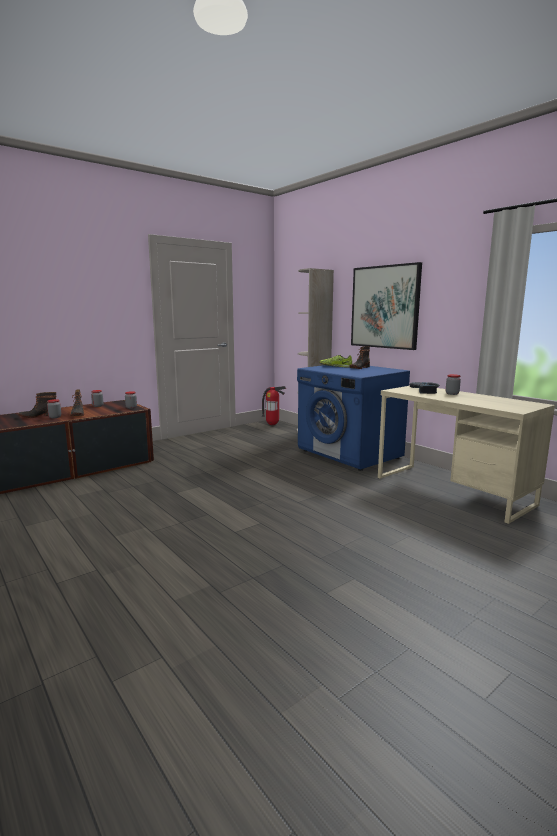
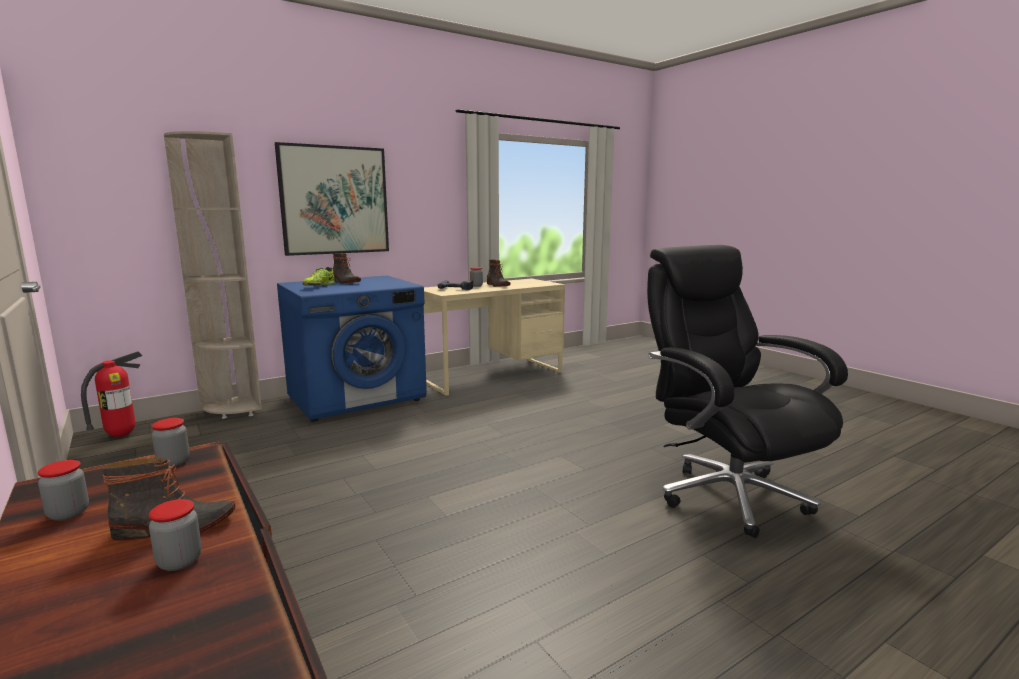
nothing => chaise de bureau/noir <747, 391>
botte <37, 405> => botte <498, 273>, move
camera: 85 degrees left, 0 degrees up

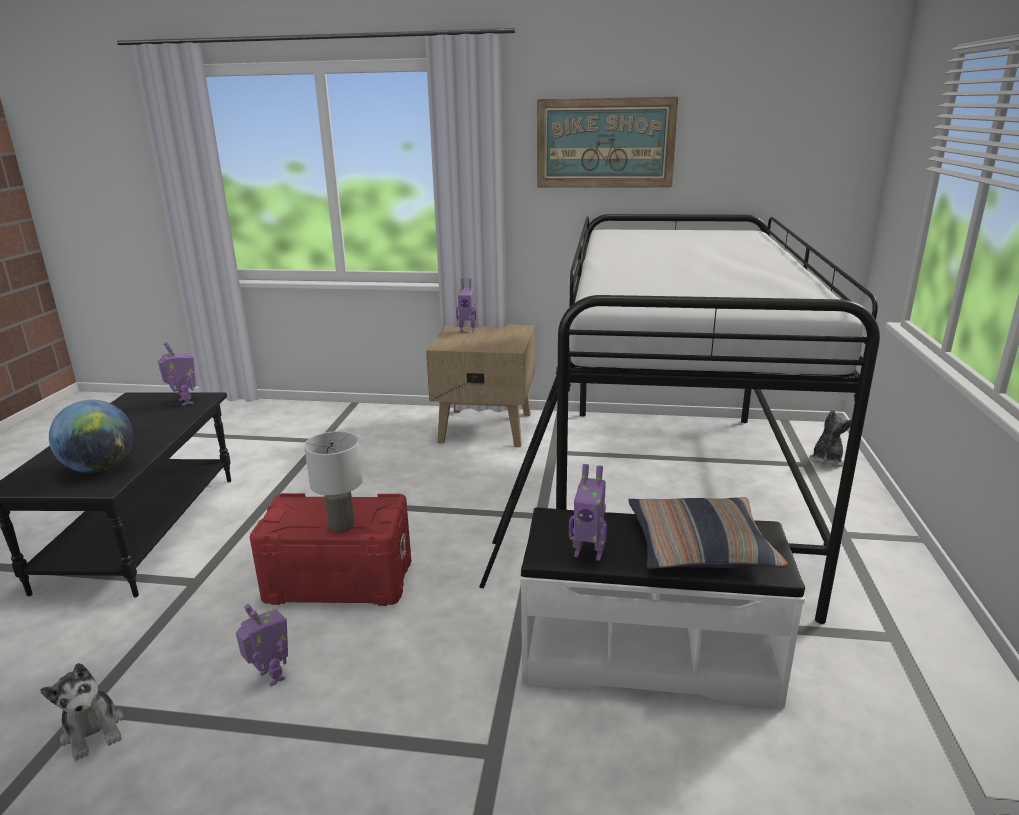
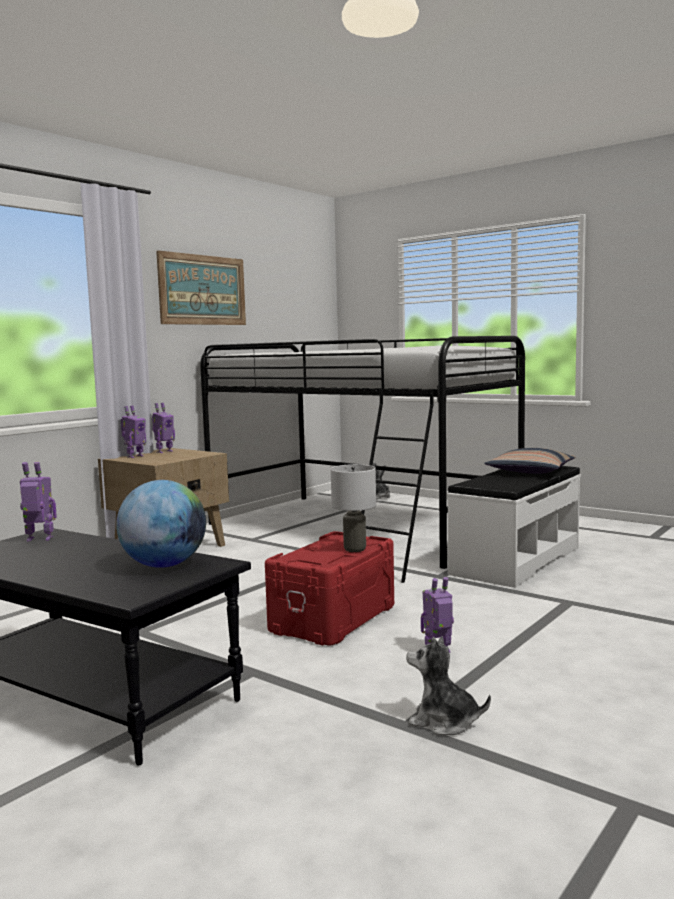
robot jouet <588, 512> => robot jouet <163, 428>, move
peluche <82, 712> => peluche <448, 685>, 150 degrees counterclockwise
camera: 60 degrees left, 15 degrees down

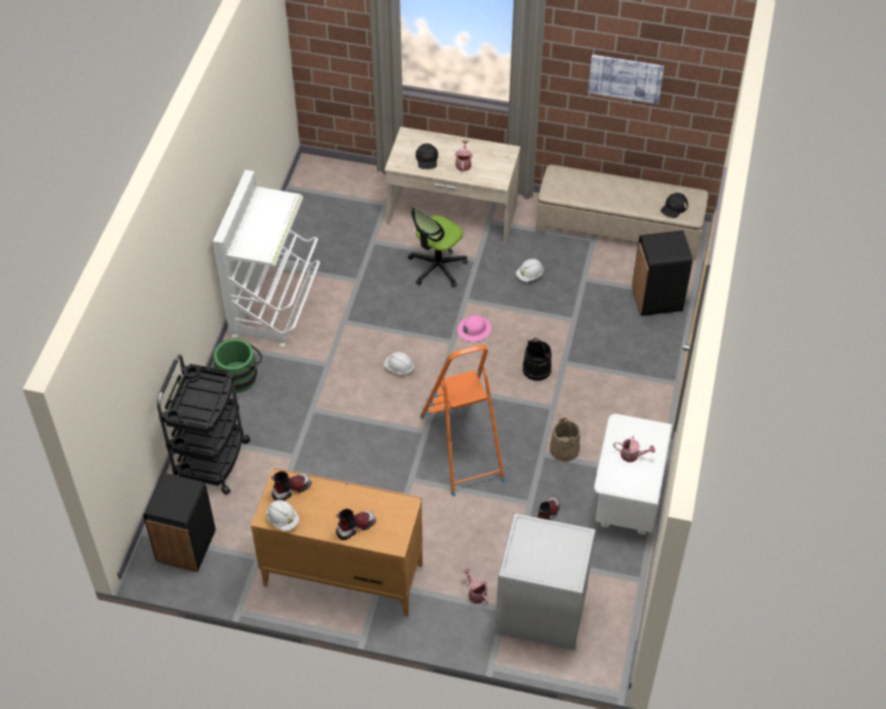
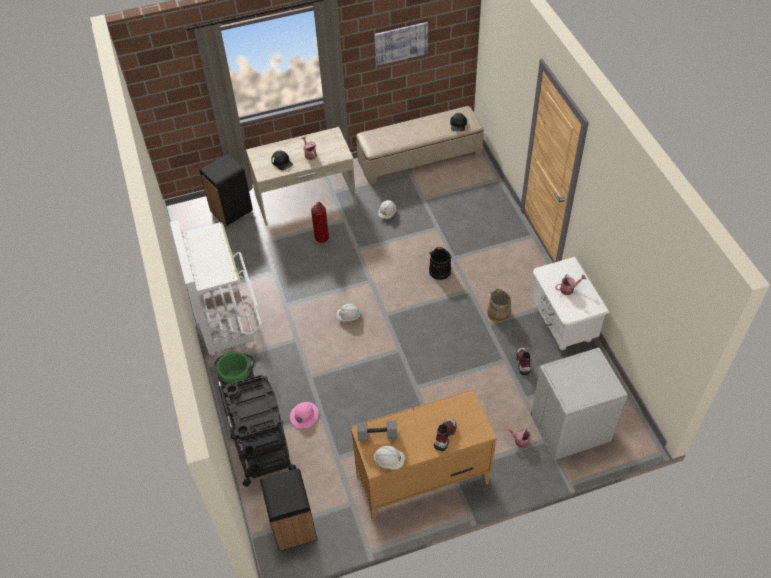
escabeau/orange <462, 420> => nothing
casque de chantier/rose <474, 328> => casque de chantier/rose <304, 415>, move
poubelle/noir <662, 273> => poubelle/noir <226, 190>, move
botte <291, 486> => haltère/gris <377, 430>
chaise de bureau <438, 246> => extincteur <320, 222>
camera: 30 degrees left, 0 degrees up

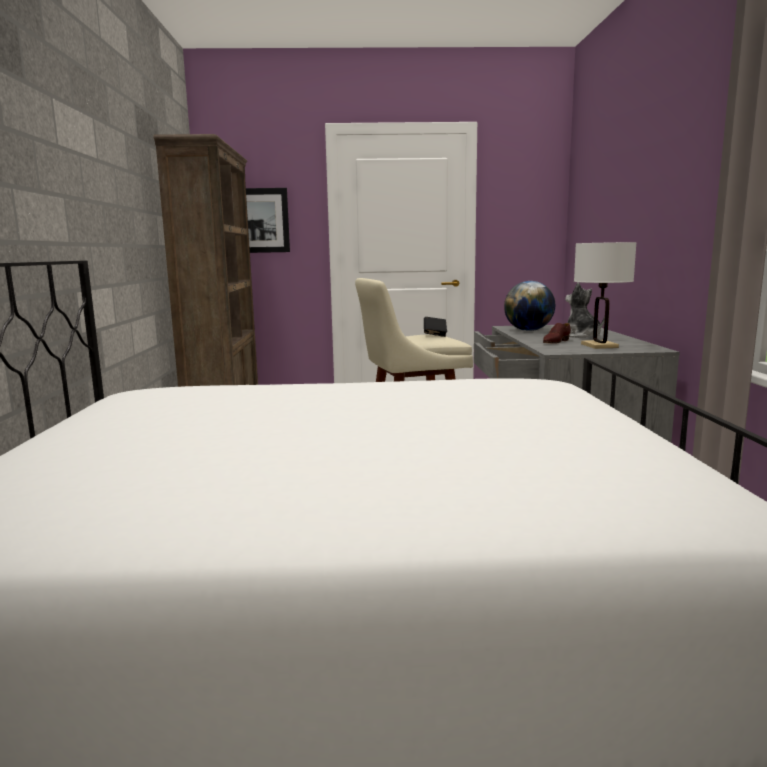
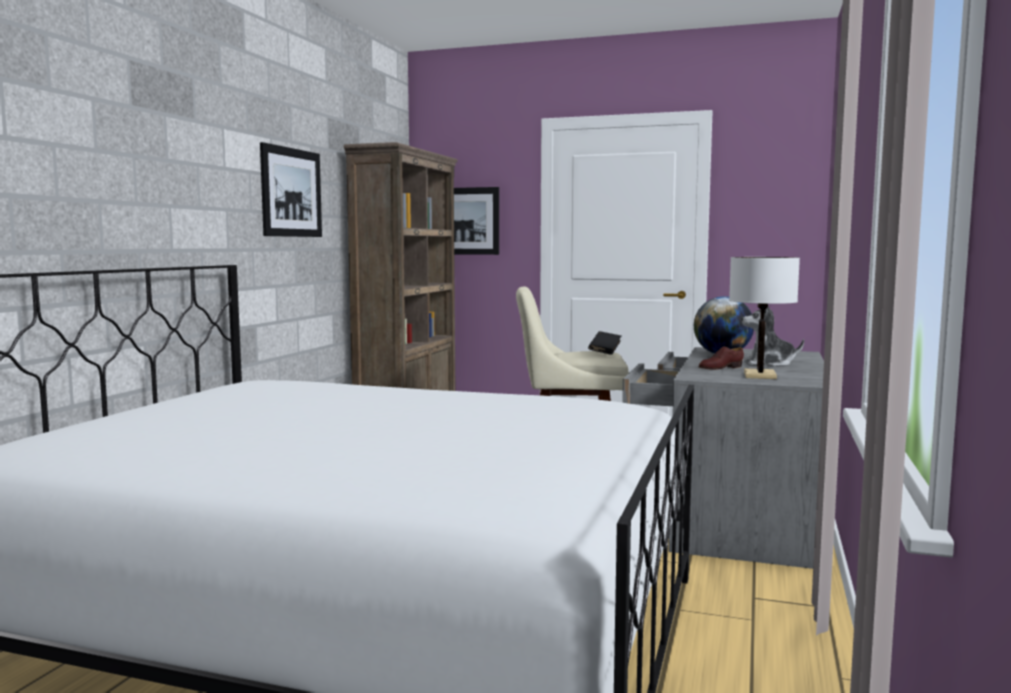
nothing => tableau <291, 189>
peluche <585, 310> => peluche <773, 337>, 75 degrees counterclockwise
camera: 20 degrees right, 5 degrees down

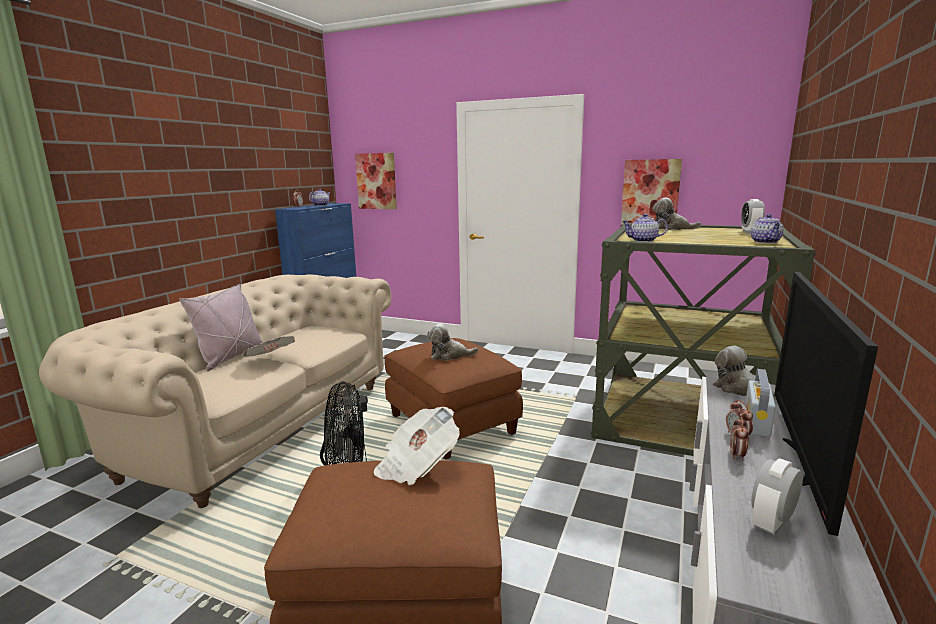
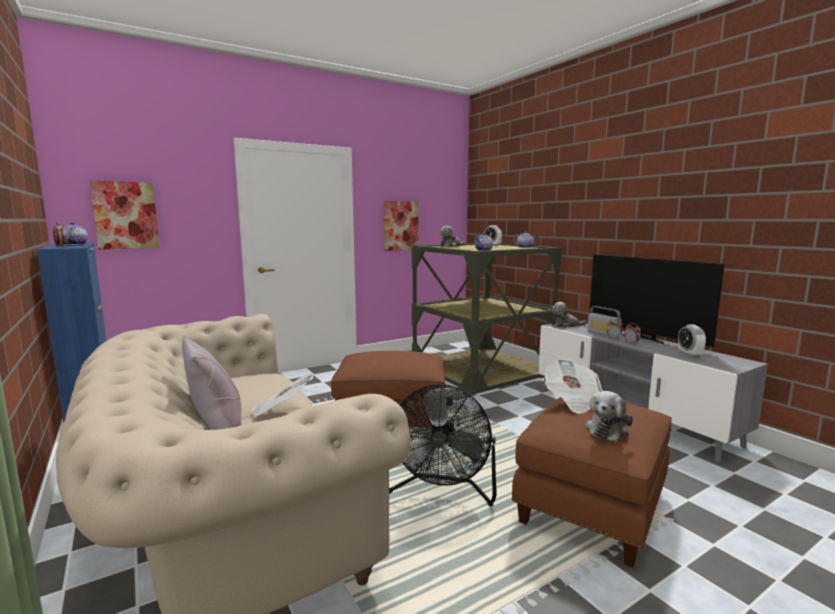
peluche <452, 342> => peluche <609, 416>, move
camera: 55 degrees left, 5 degrees down

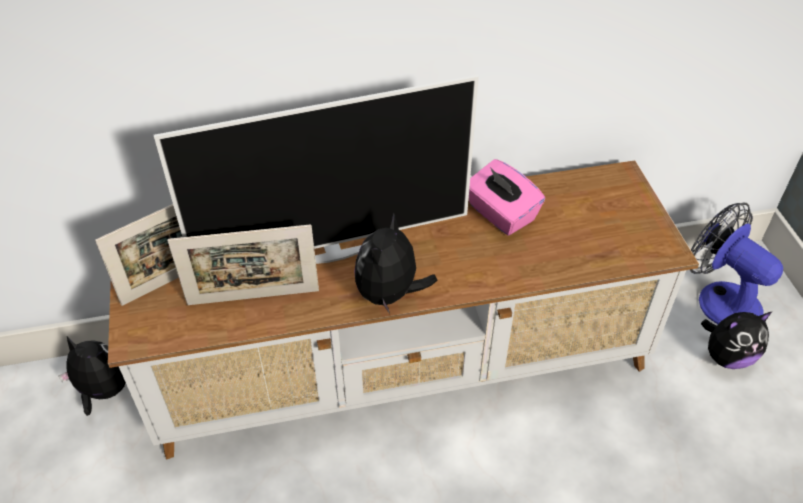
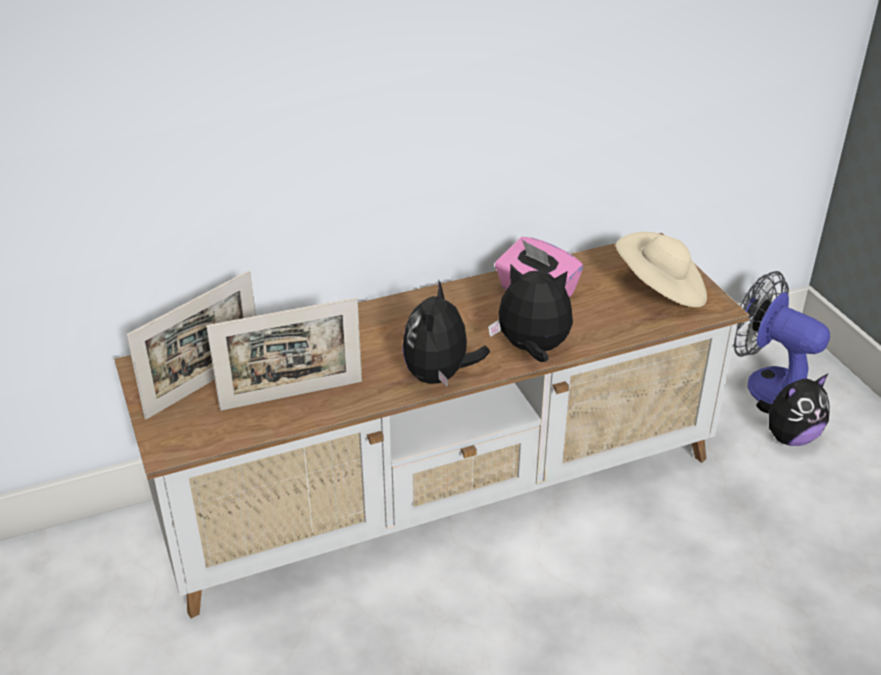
téléviseur <316, 169> => nothing
nothing => chapeau/beige <661, 269>
peluche <92, 376> => peluche <530, 313>, move
camera: 10 degrees left, 10 degrees down

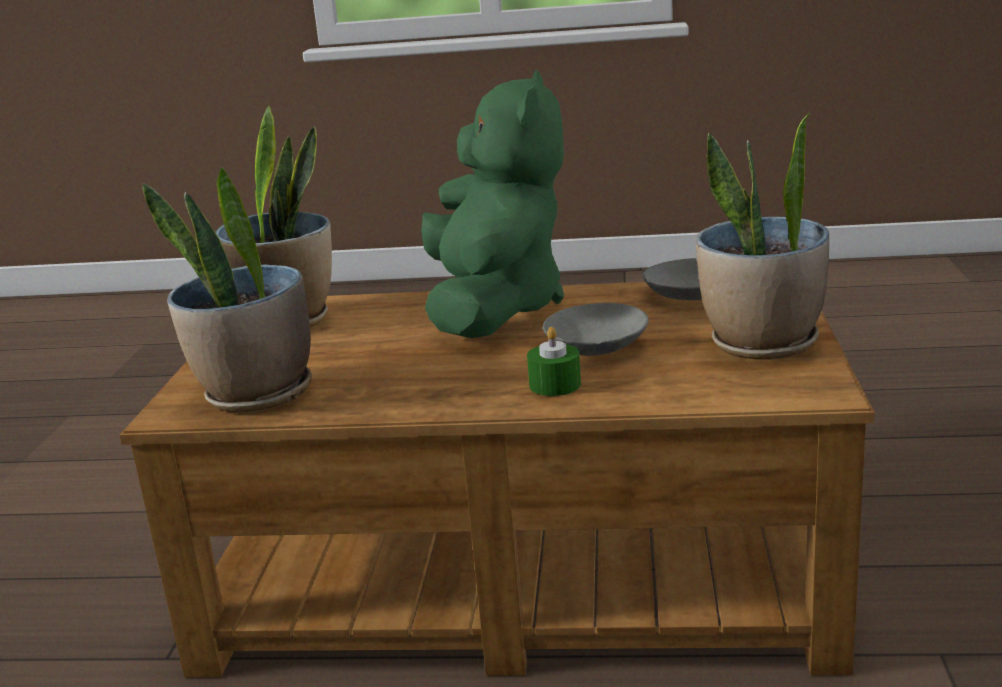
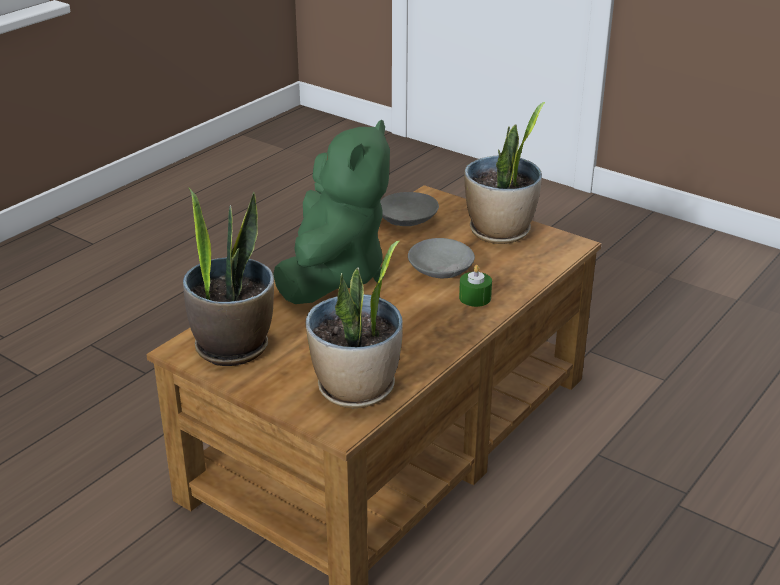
peluche/vert <492, 204> => peluche/vert <331, 211>, 75 degrees clockwise
camera: 60 degrees left, 10 degrees up

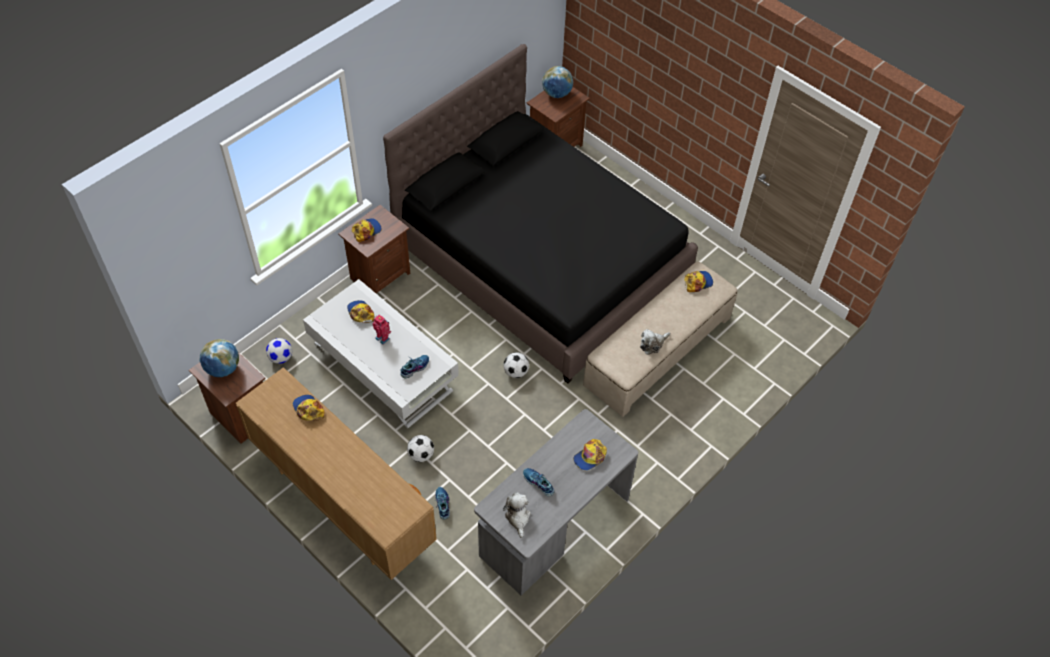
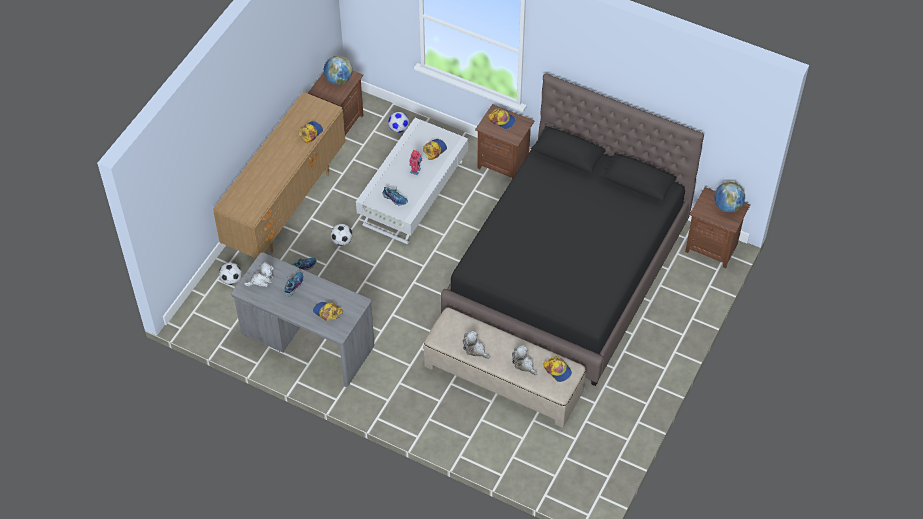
nothing => peluche <524, 360>
ballon de foot <516, 365> => ballon de foot <230, 273>, move
camera: 75 degrees right, 0 degrees up

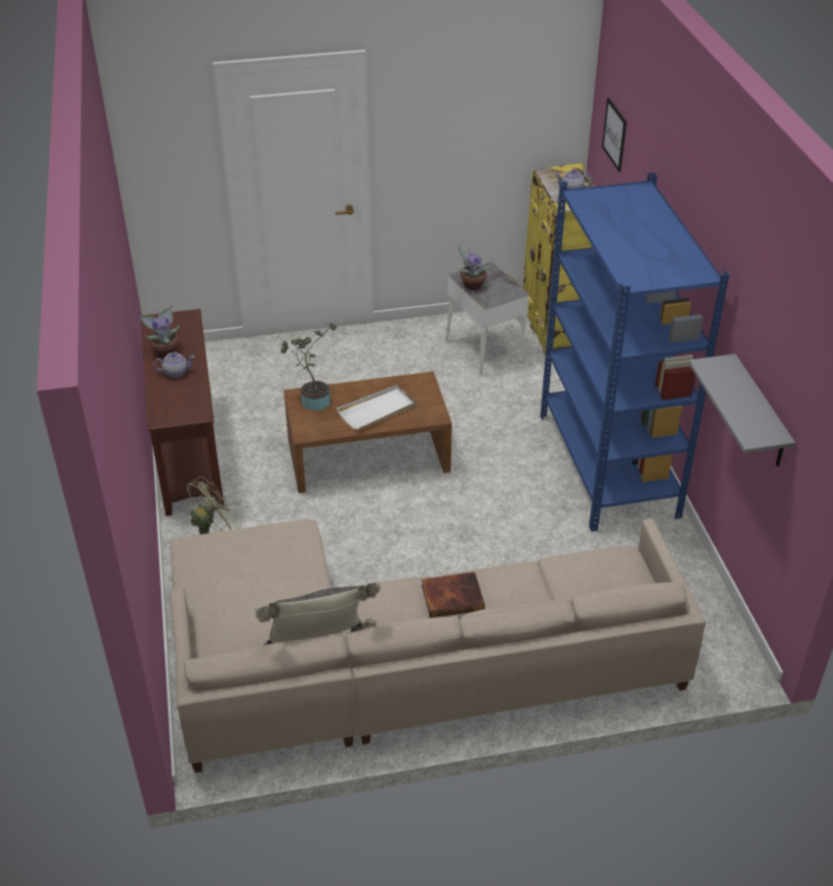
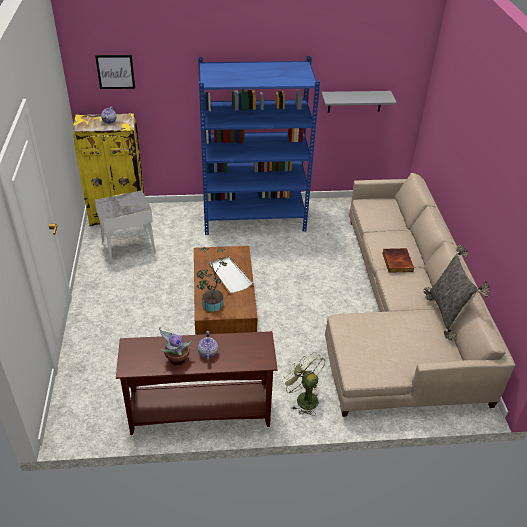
plante en pot <474, 267> => nothing
camera: 85 degrees left, 0 degrees up

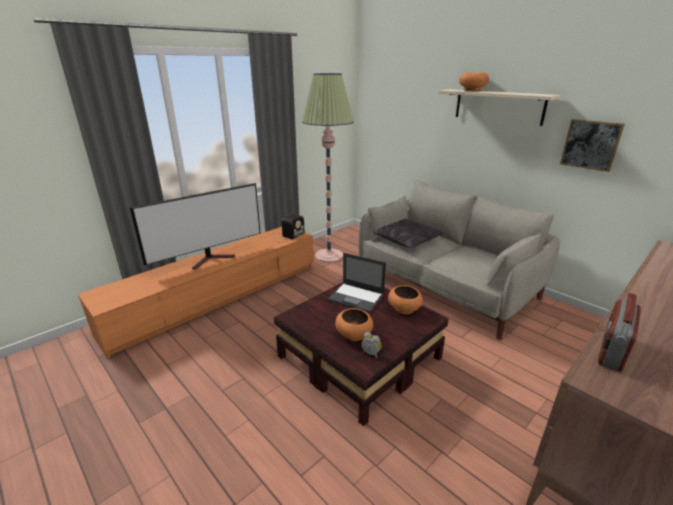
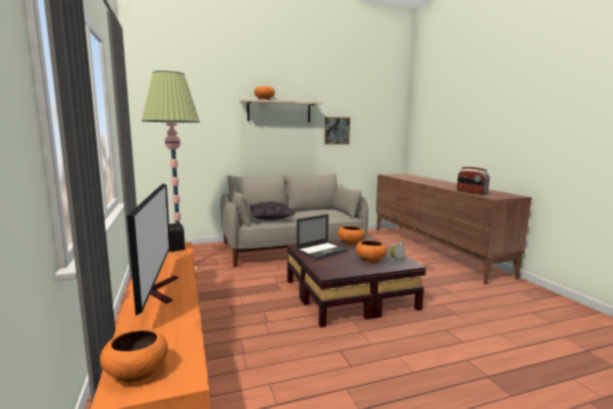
nothing => bol/orange <134, 356>
camera: 65 degrees left, 15 degrees down

